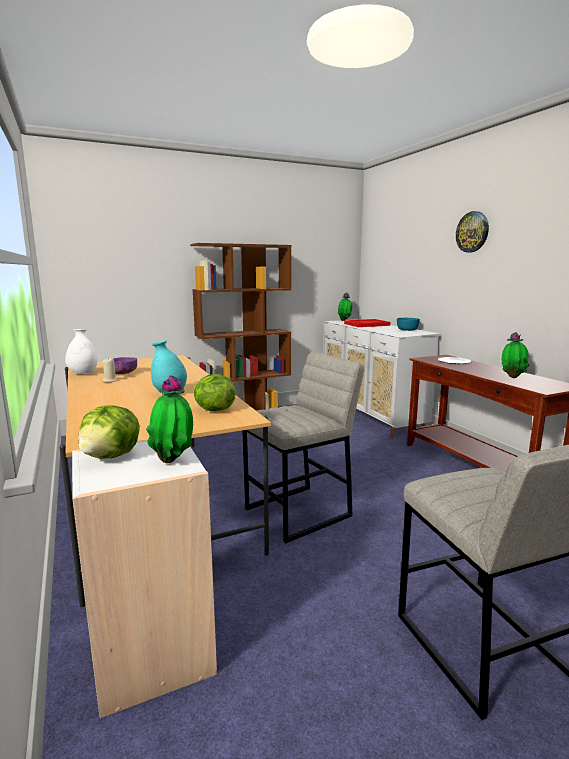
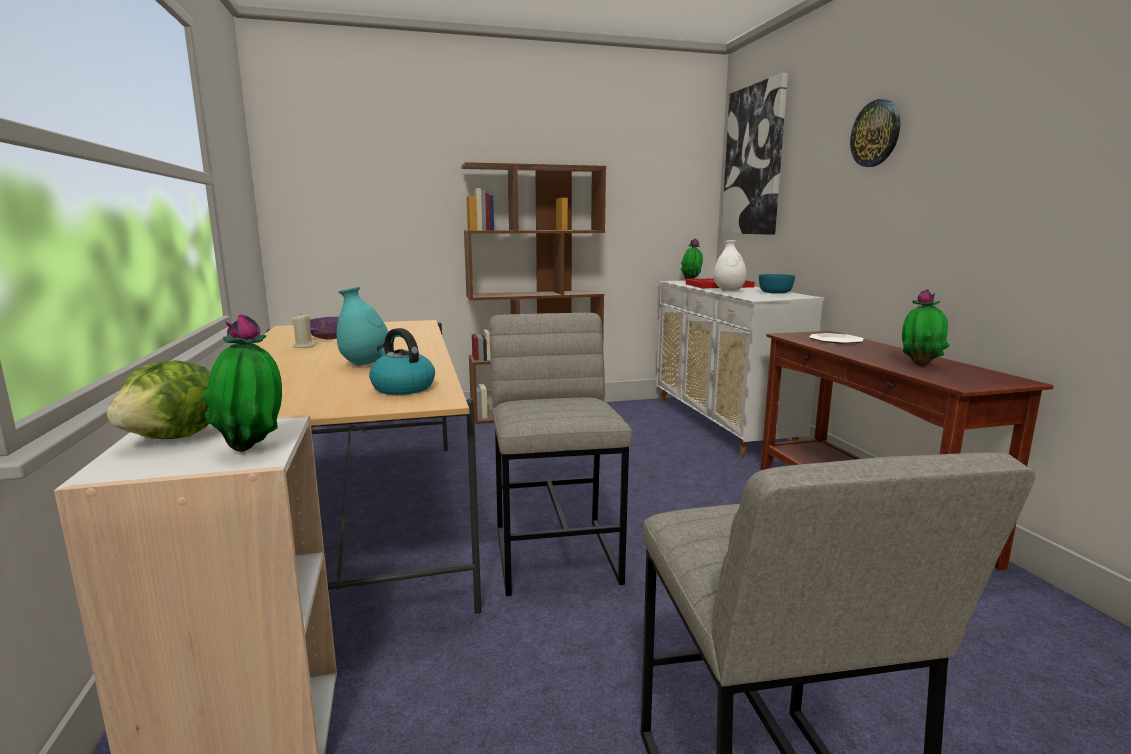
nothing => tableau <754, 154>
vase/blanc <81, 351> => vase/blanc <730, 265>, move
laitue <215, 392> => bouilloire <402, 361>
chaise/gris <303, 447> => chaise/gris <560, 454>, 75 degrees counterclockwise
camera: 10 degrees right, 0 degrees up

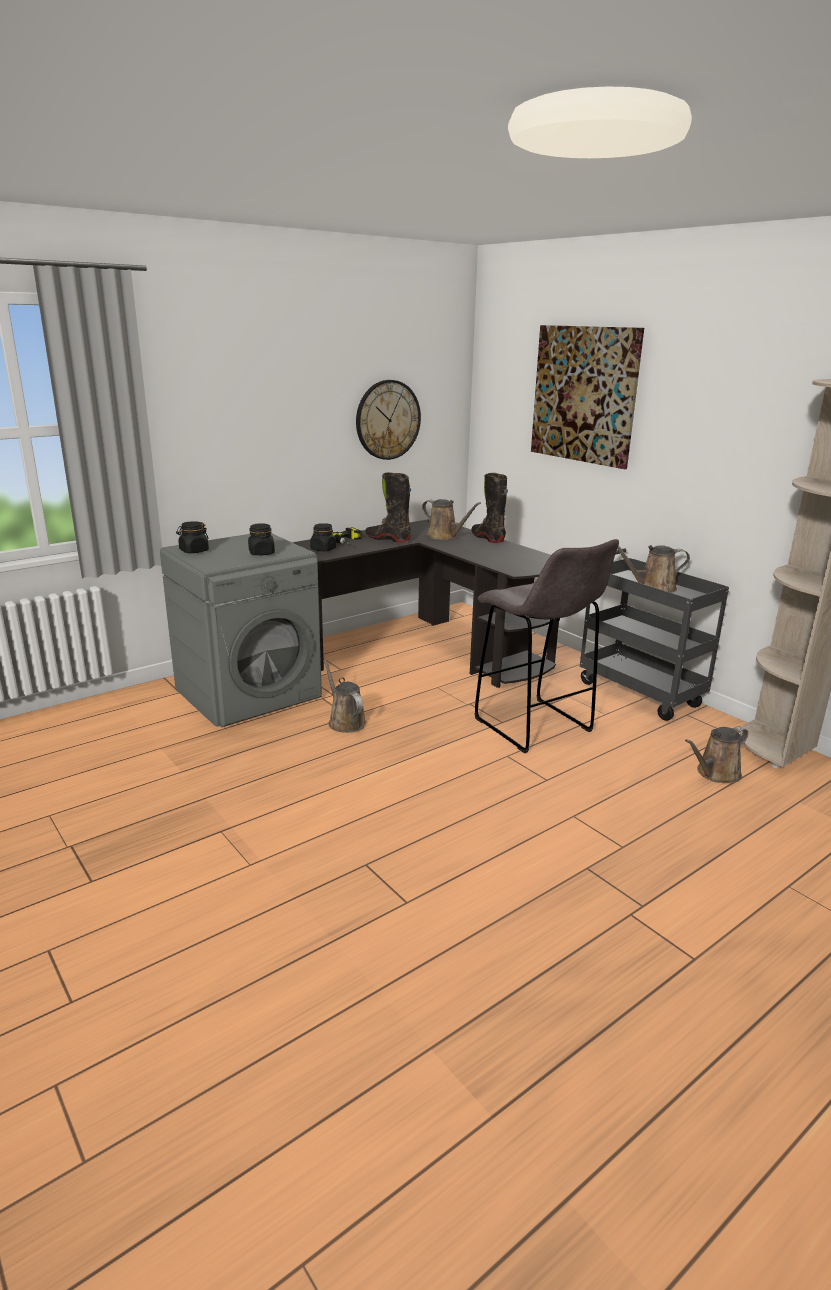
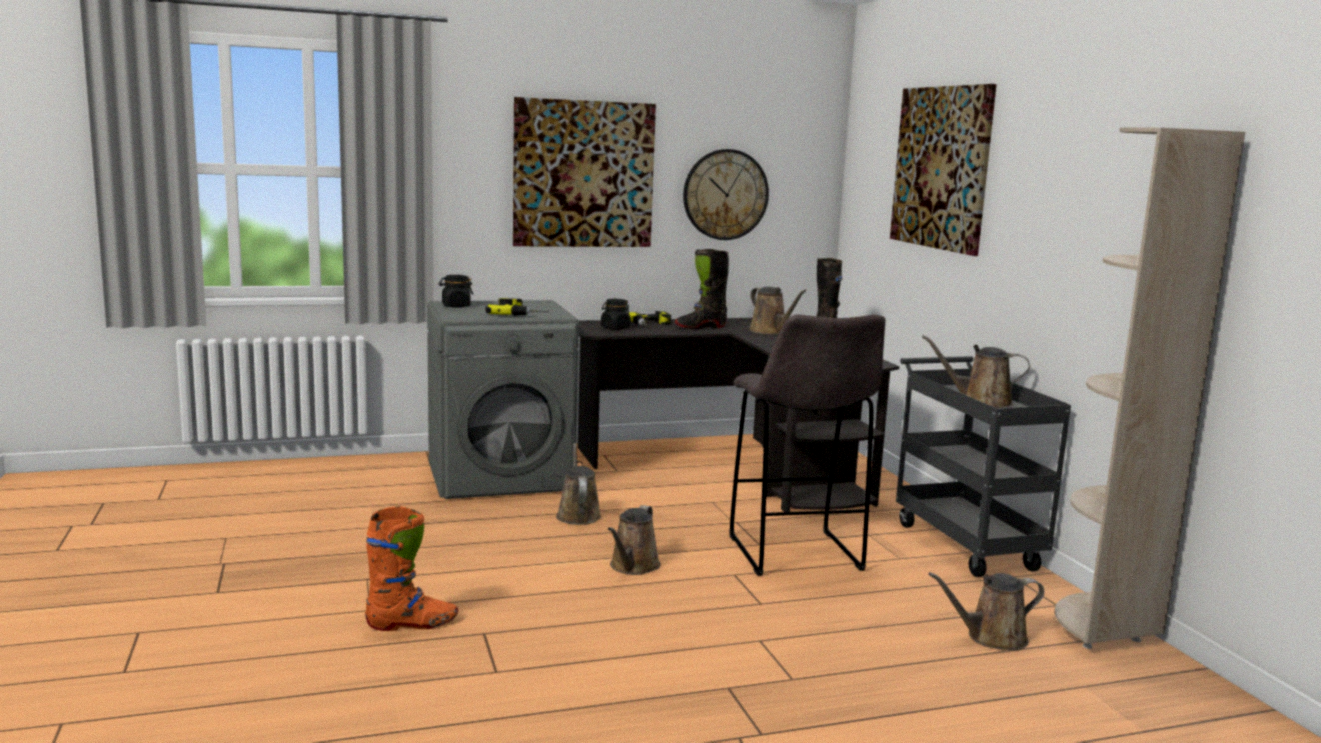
nothing => botte/orange <411, 568>
nothing => tableau <584, 172>
nothing => arrosoir/marron <634, 540>
bocal/noir <261, 539> => perceuse <517, 307>
botte/noir <388, 507> => botte/noir <702, 289>, 75 degrees counterclockwise
camera: 20 degrees right, 10 degrees down

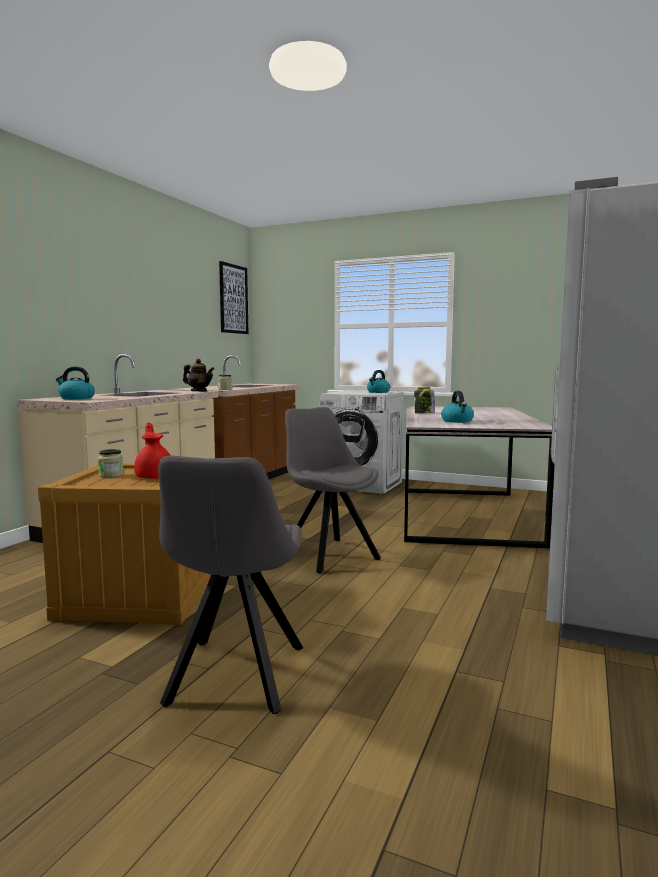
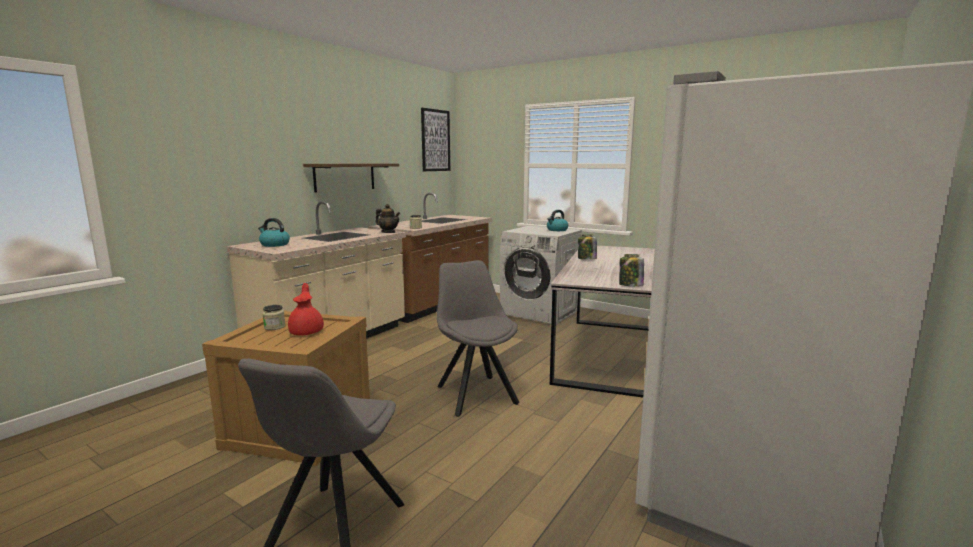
bouilloire <457, 407> => nothing
nothing => étagère <351, 178>
nothing => bocal <631, 270>
camera: 10 degrees right, 5 degrees up

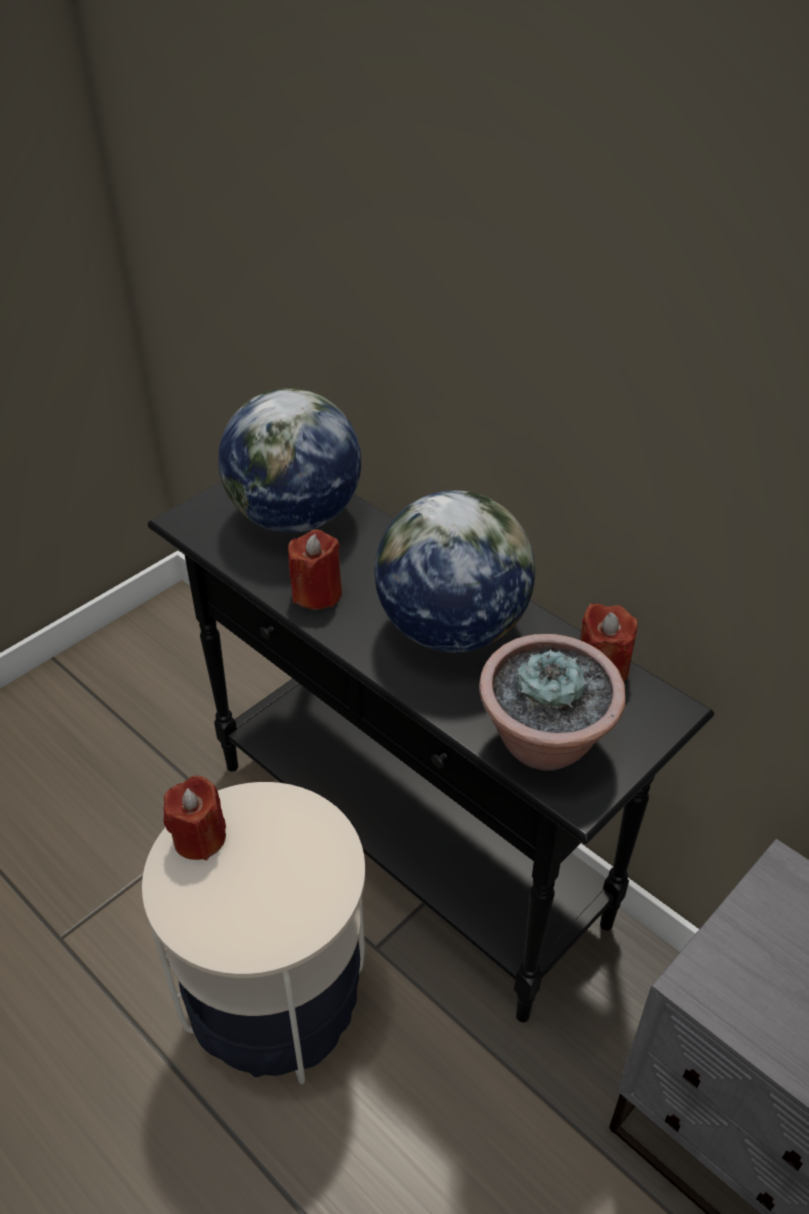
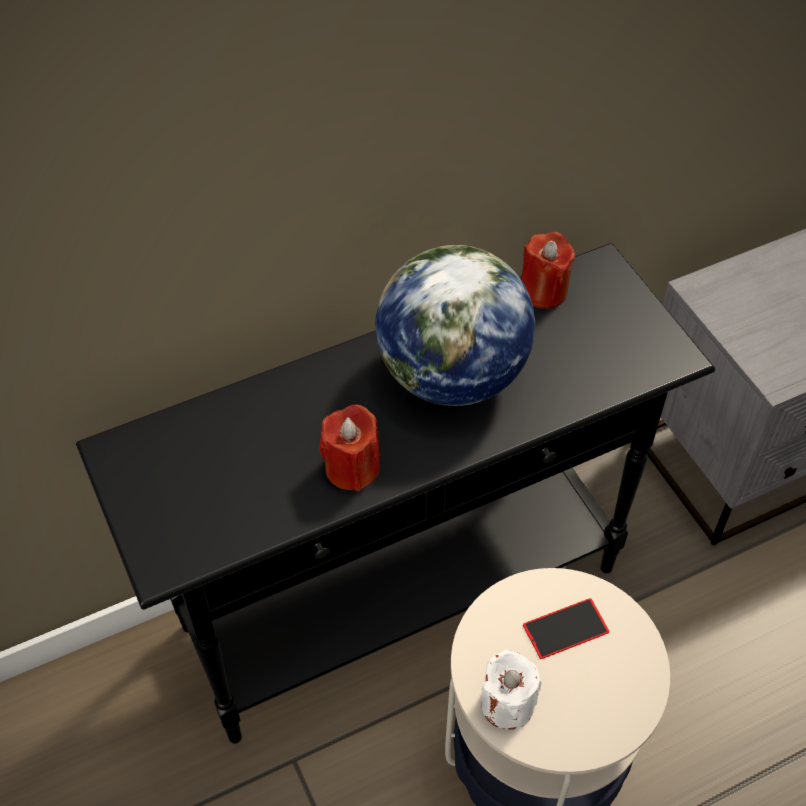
globe <289, 460> => nothing
plante en pot <552, 702> => nothing
nothing => téléphone <566, 628>
bougie/rouge <194, 818> => bougie/blanc <511, 689>
camera: 70 degrees left, 10 degrees up

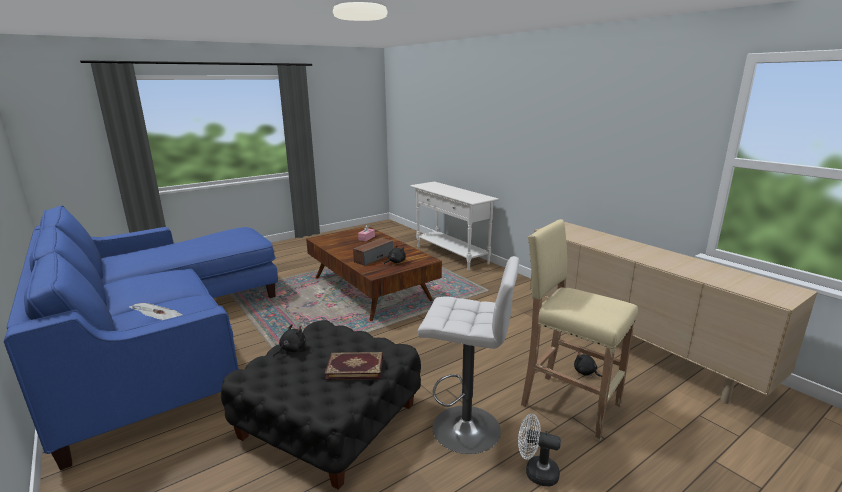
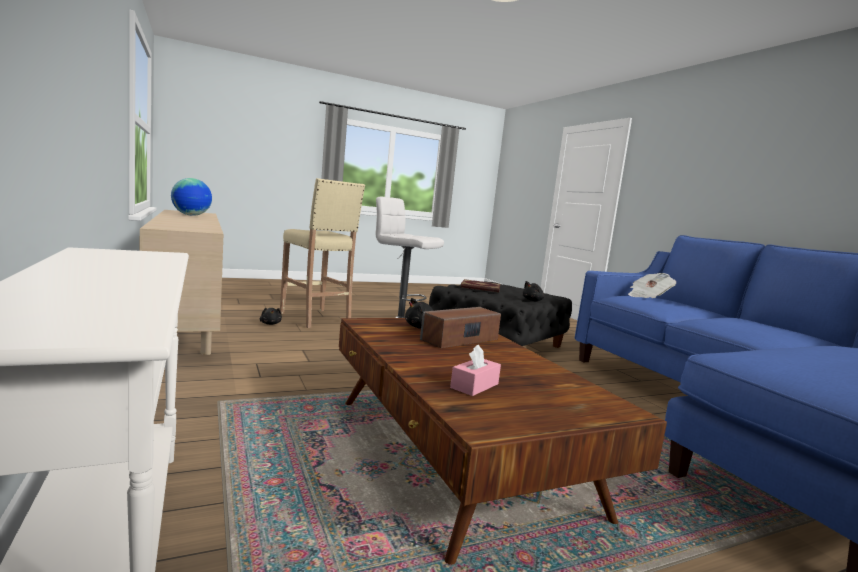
ventilateur/blanc <539, 450> => nothing
nothing => globe <191, 197>
camera: 170 degrees left, 10 degrees down

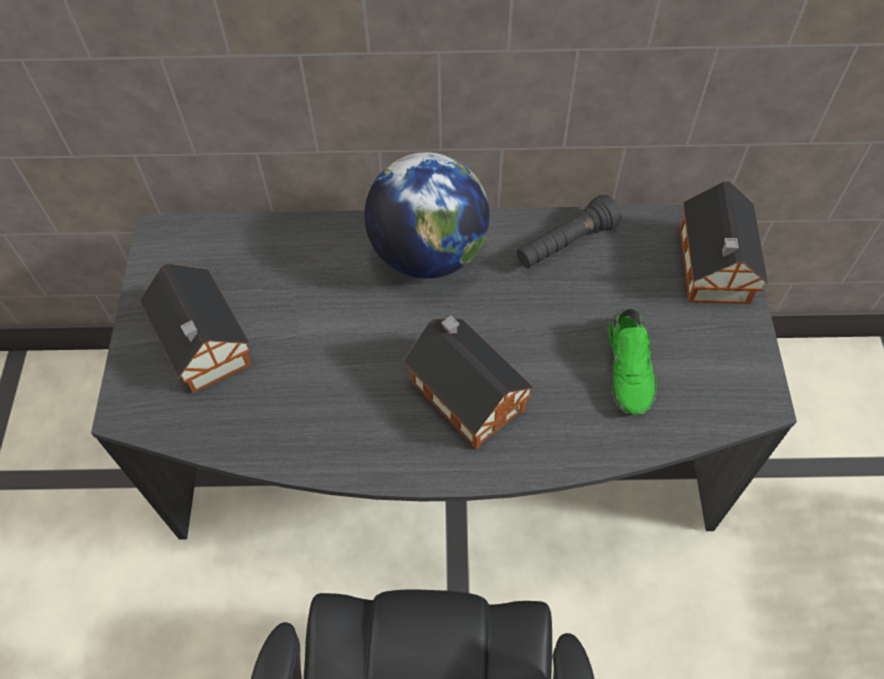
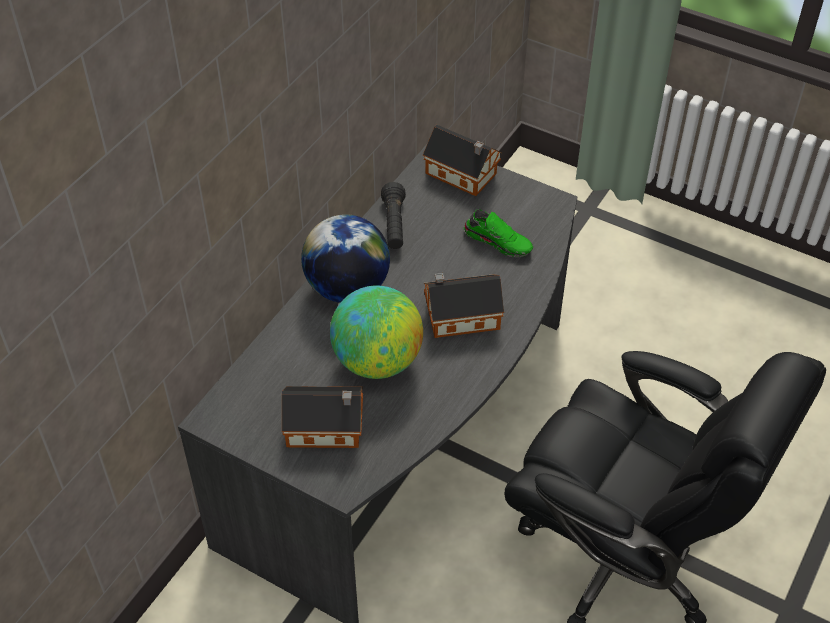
nothing => globe <376, 332>
camera: 60 degrees left, 10 degrees down

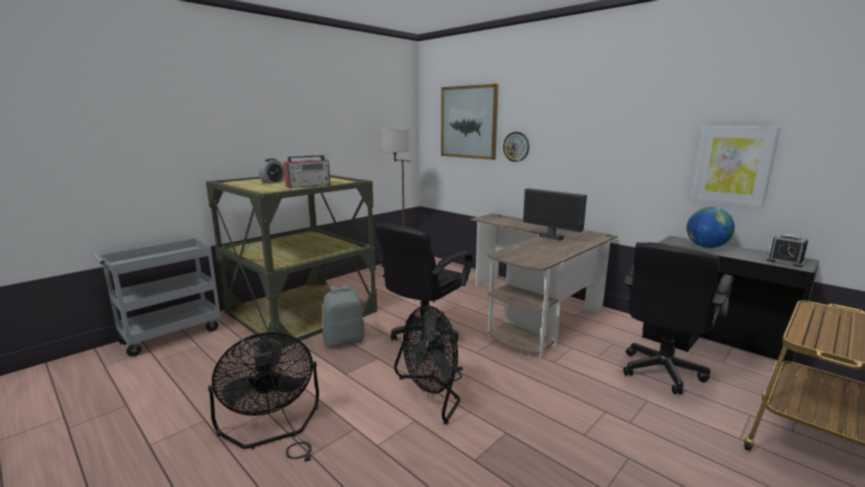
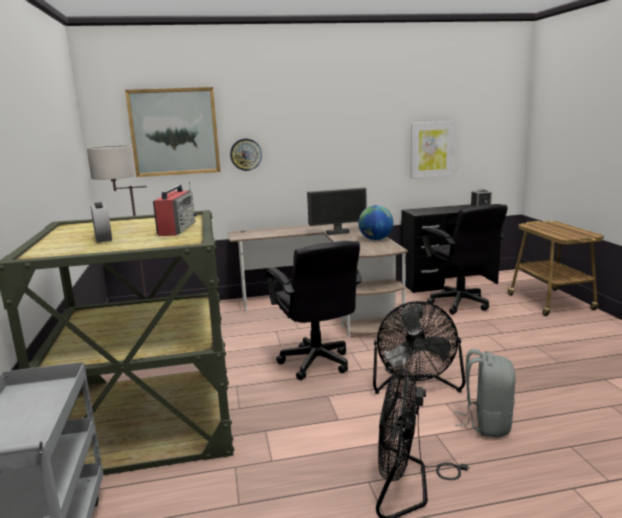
sac à dos/gris <344, 316> => sac à dos/gris <485, 393>, move
globe <710, 227> => globe <375, 222>, move
camera: 55 degrees left, 0 degrees up

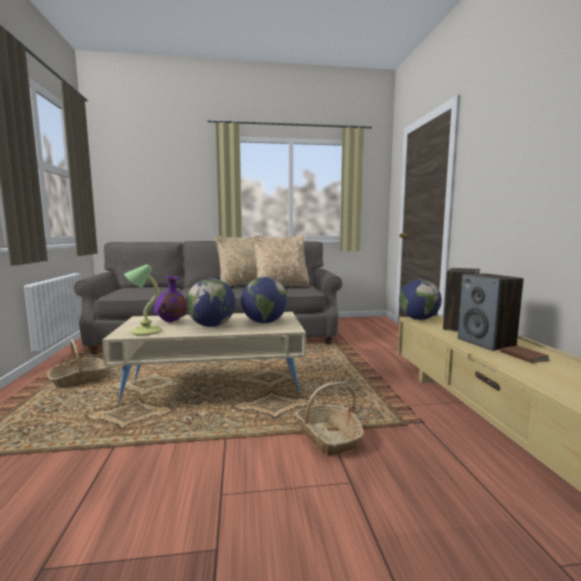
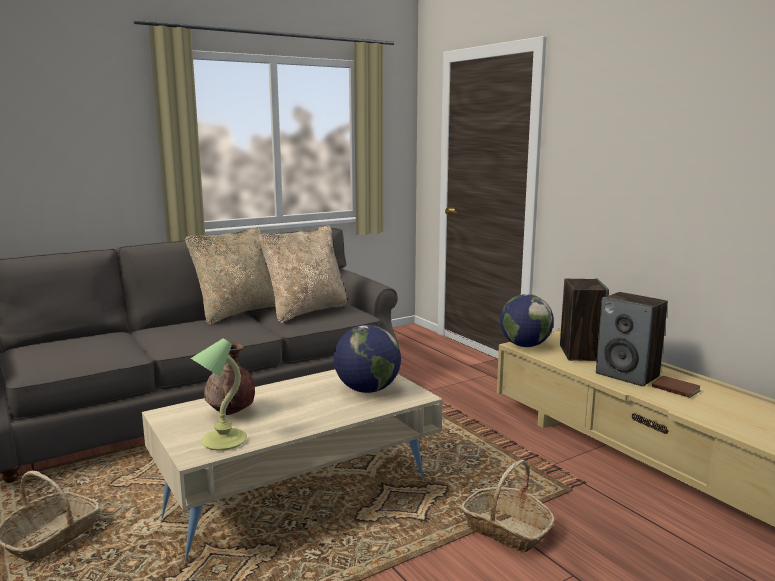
globe <210, 302> => nothing
vase/violet <171, 299> => vase/marron <229, 378>
camera: 25 degrees left, 5 degrees up

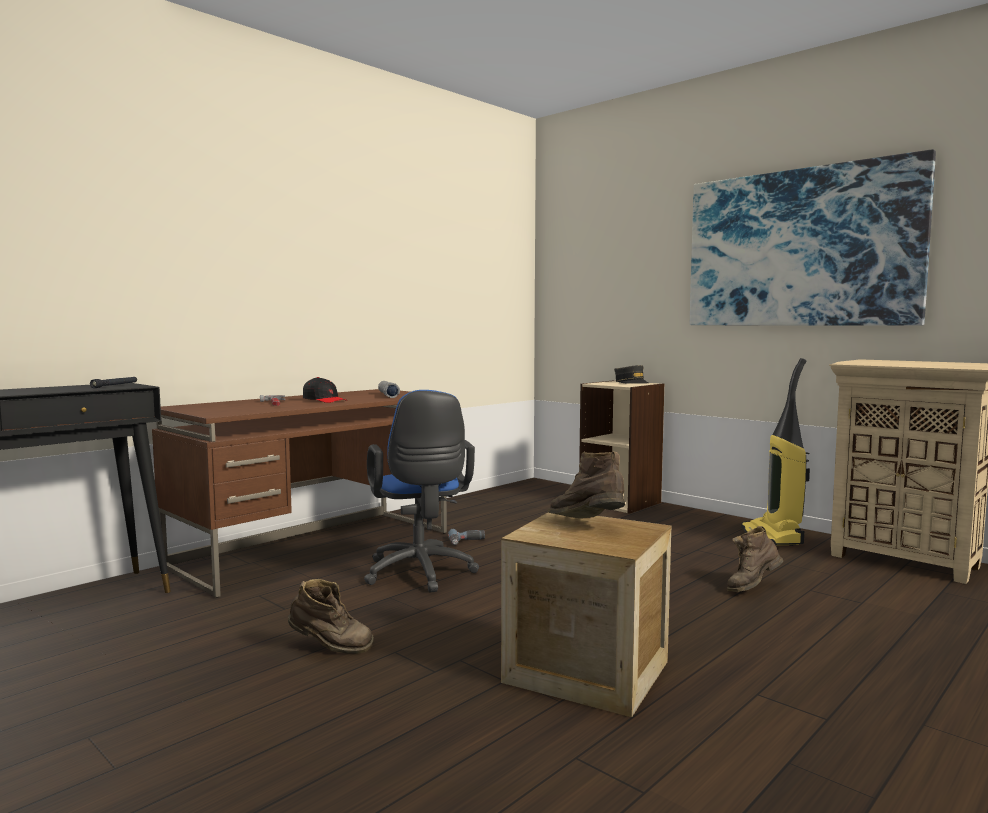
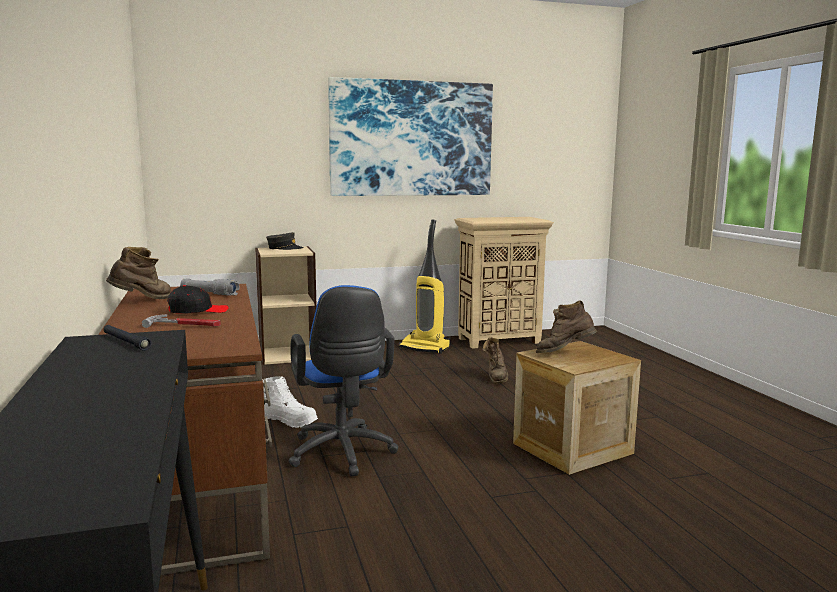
botte/marron <331, 616> => botte/marron <138, 273>, move
perceuse <466, 537> => botte/blanc <290, 402>
chaise de bureau/bleu <421, 491> => chaise de bureau/bleu <343, 380>, 60 degrees clockwise
camera: 60 degrees left, 5 degrees up

